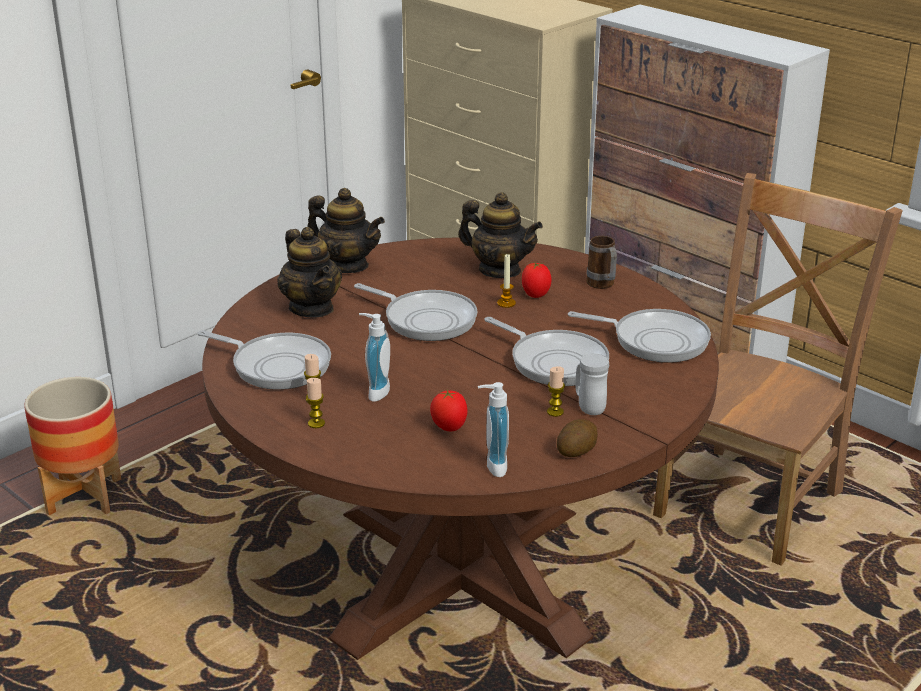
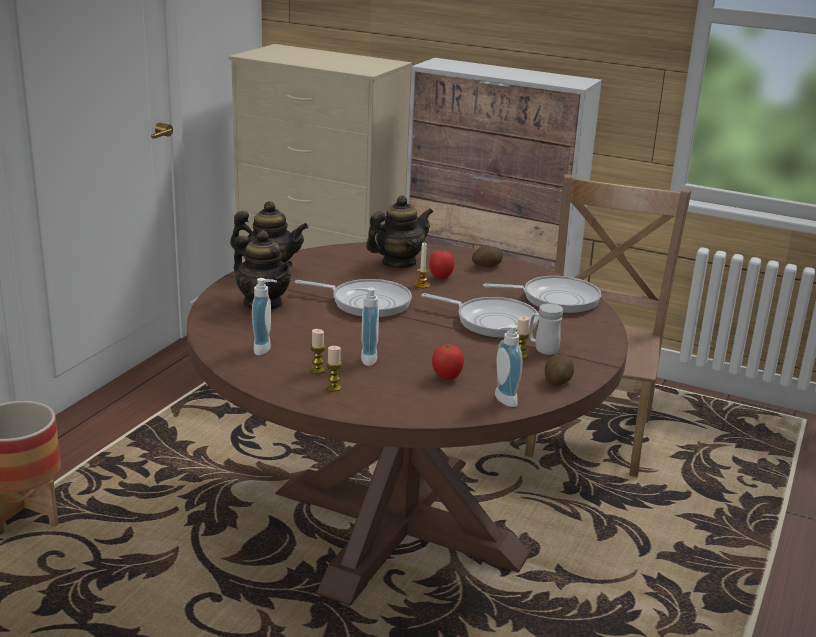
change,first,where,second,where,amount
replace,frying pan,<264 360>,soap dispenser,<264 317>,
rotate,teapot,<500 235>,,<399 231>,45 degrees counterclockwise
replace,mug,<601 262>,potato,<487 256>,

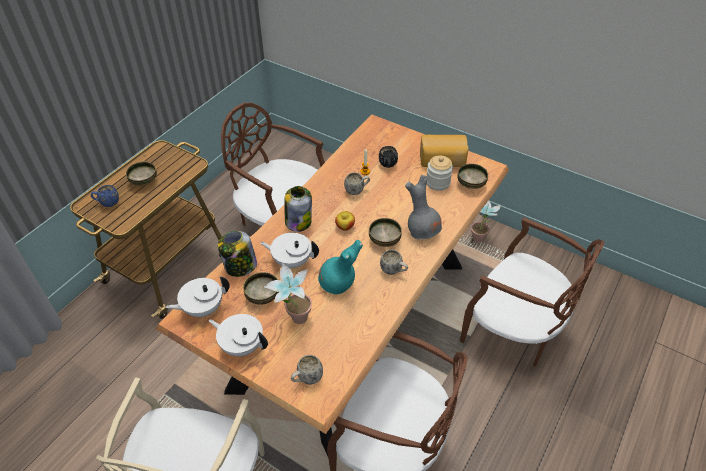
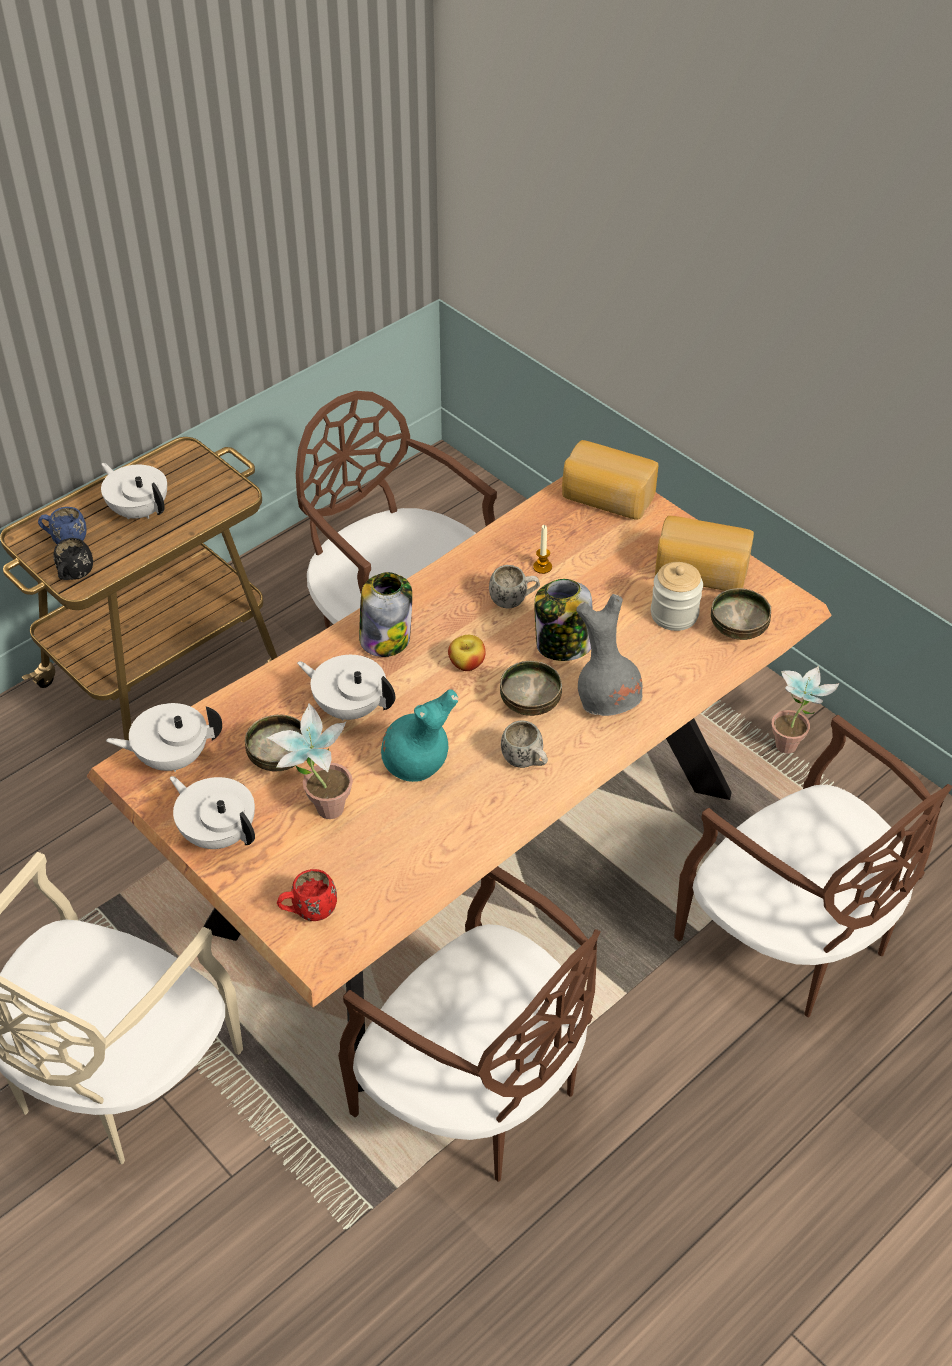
change,first,where,second,where,amount
replace,bowl,<141 173>,white teapot,<134 491>,
move,jar,<237 254>,,<563 620>,
recolor,white mug,<307 370>,red mug,<307 895>,
move,black mug,<388 157>,,<73 559>,
insert,,,bread,<610 480>,

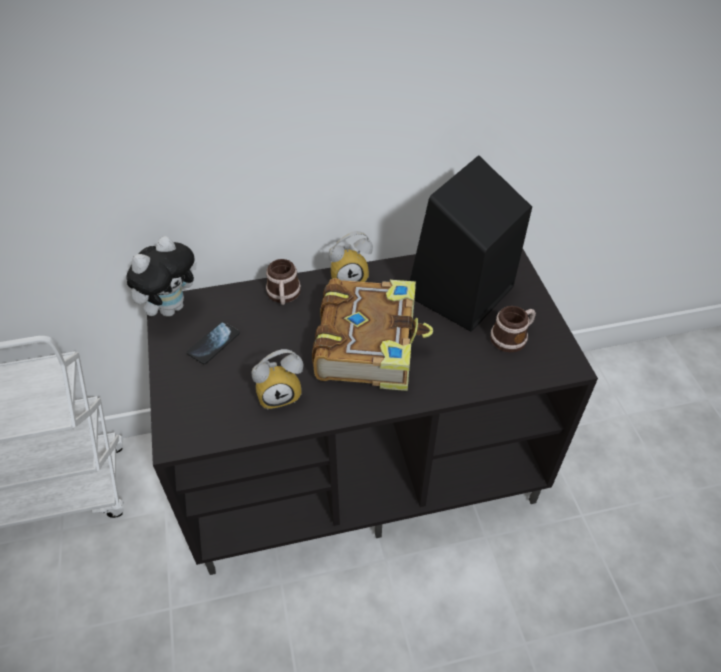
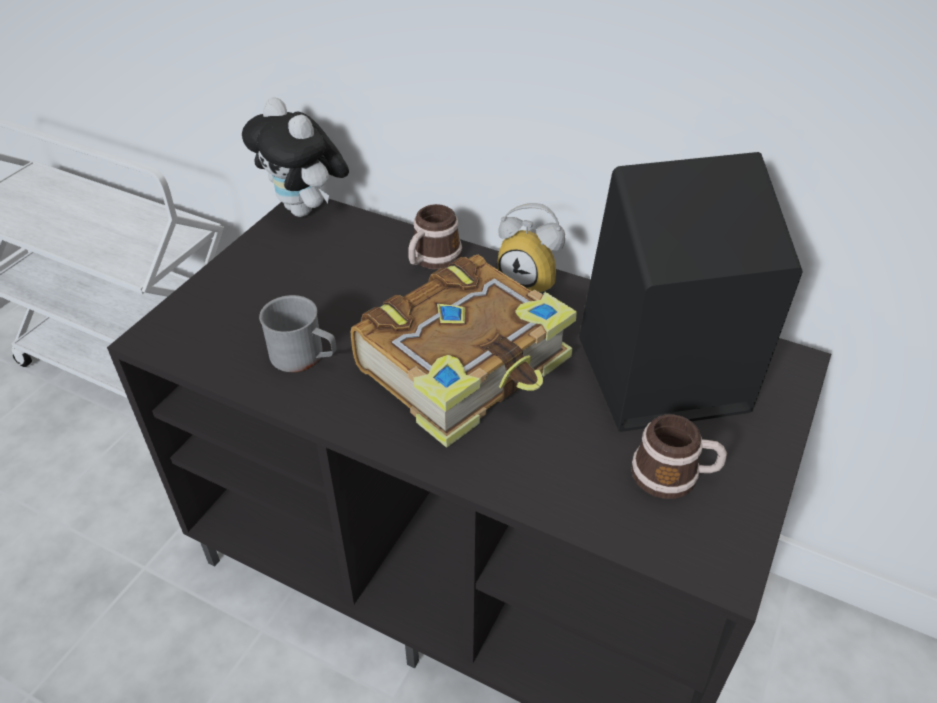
change,first,where,second,where,amount
rotate,plush toy,<161 276>,,<295 157>,60 degrees clockwise
delete,phone,<213 342>,,,
replace,alarm clock,<278 379>,grey mug,<298 333>,

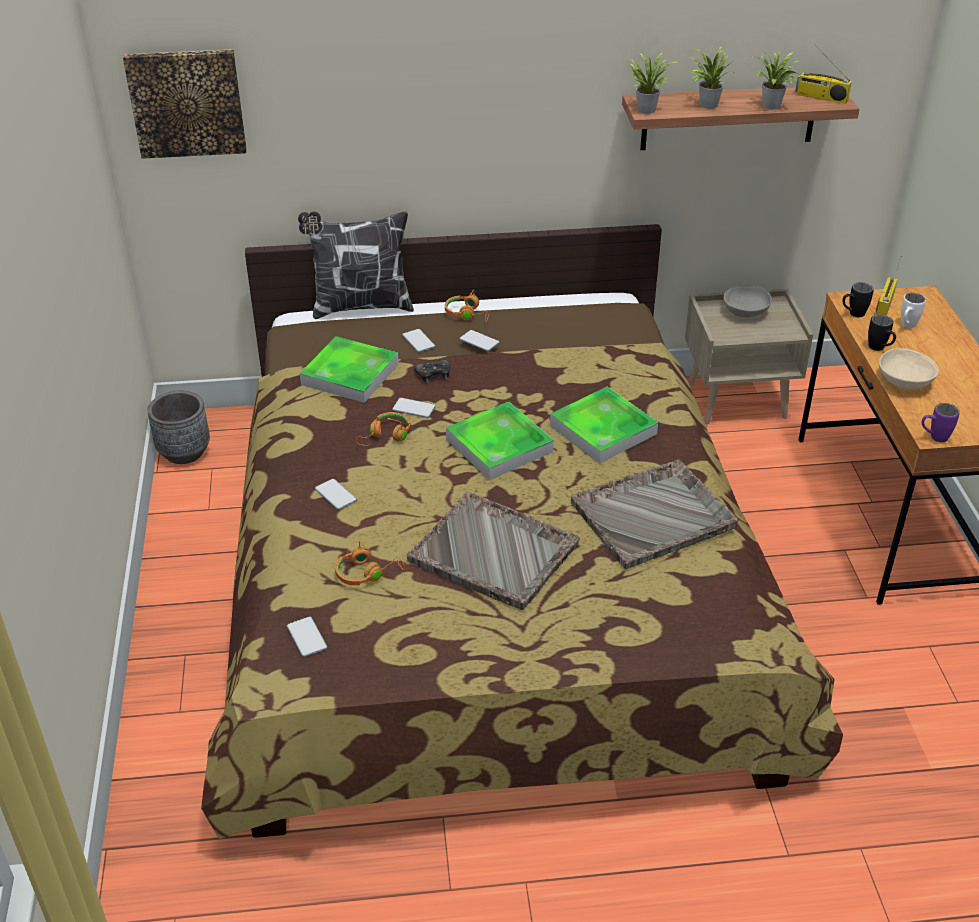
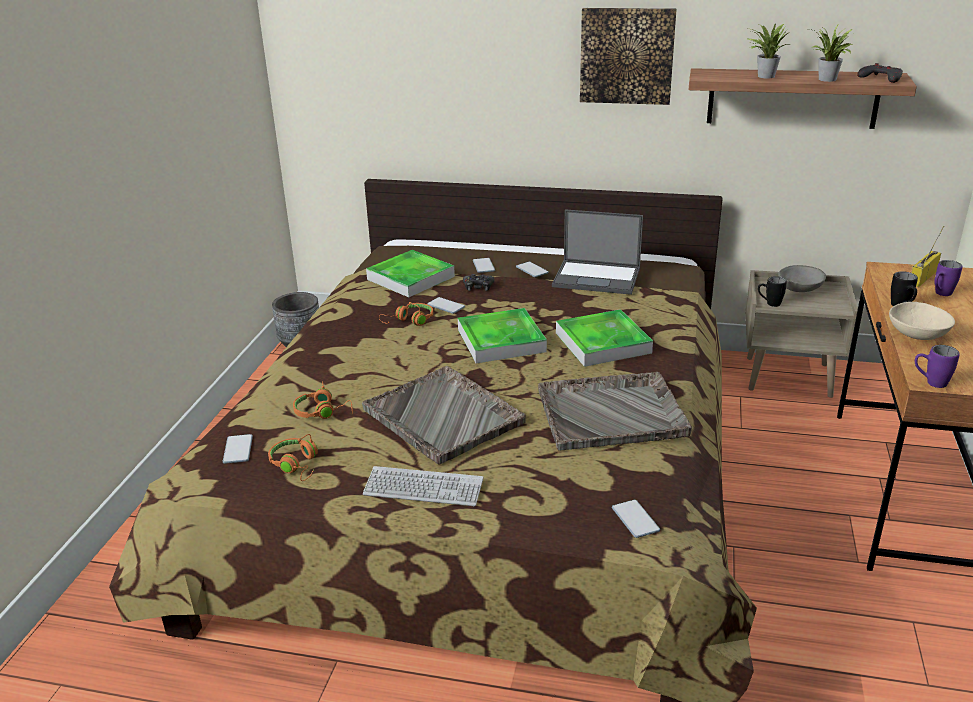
change,first,where,second,where,amount
move,picture,<185 104>,,<628 56>,
delete,pillow,<356 265>,,,
move,phone,<336 494>,,<636 519>,
move,orange headphones,<467 305>,,<293 457>,
delete,potted plant,<653 83>,,,
replace,radio,<823 74>,grey game controller,<880 73>,
move,black mug,<858 299>,,<772 291>,
recolor,white mug,<913 310>,purple mug,<948 278>,
insert,,,keyboard,<423 486>,
insert,,,laptop,<597 252>,

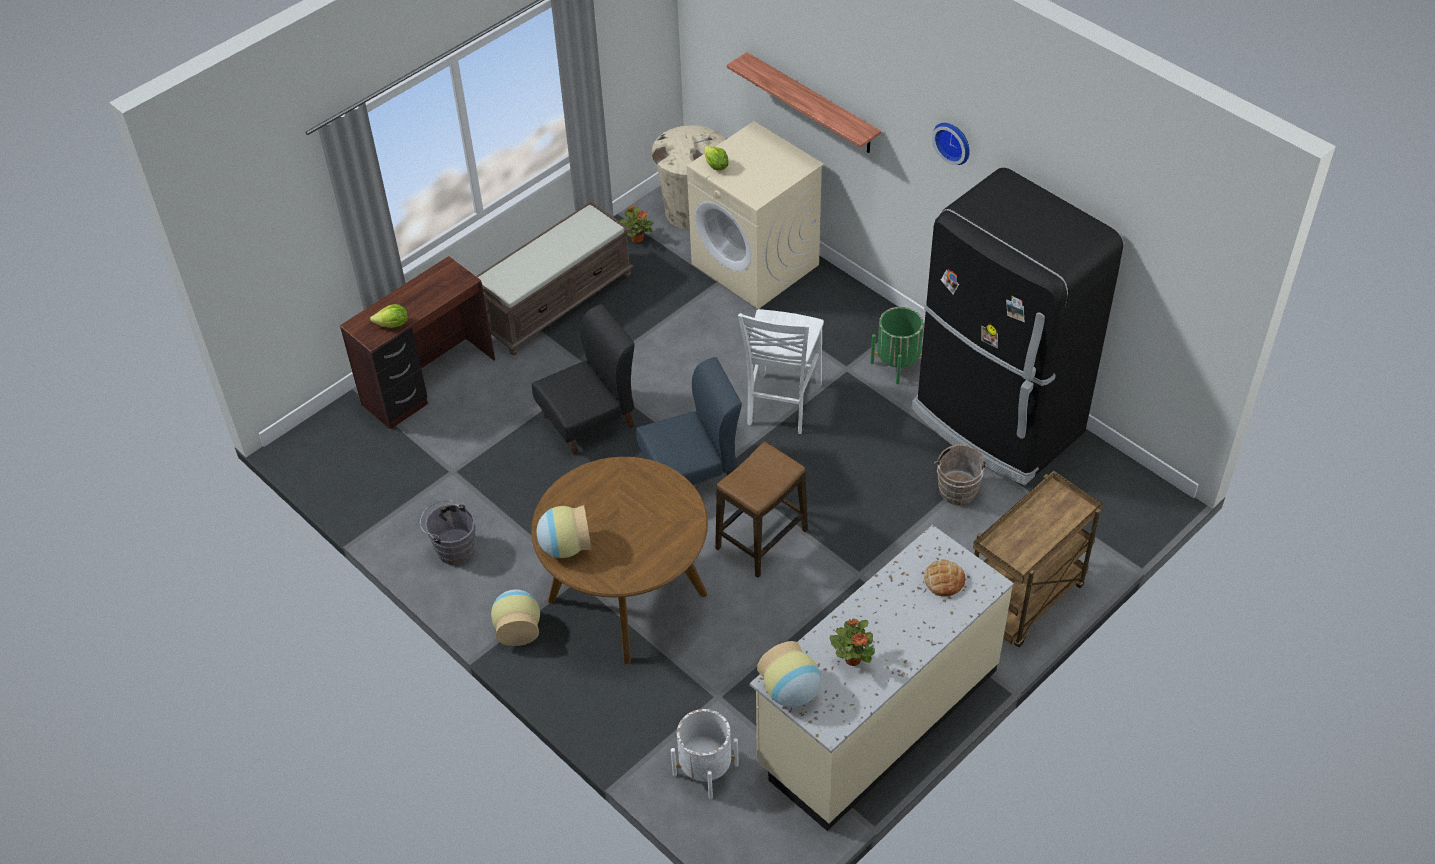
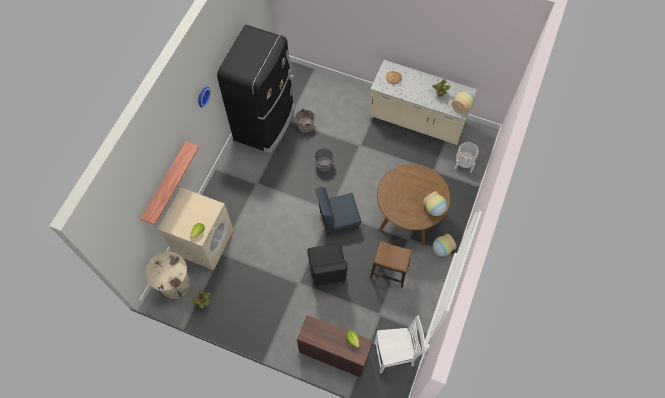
change,first,where,second,where,amount
move,grey bucket,<448 532>,,<323 160>,
delete,brown bench,<555 278>,,,
rotate,black chair,<583 379>,,<327 266>,135 degrees counterclockwise
rotate,blue chair,<689 421>,,<338 211>,60 degrees counterclockwise
move,stool,<761 510>,,<391 264>,
move,white chair,<781 371>,,<400 344>,
delete,green planter,<897 345>,,,
delete,brown cart,<1038 559>,,,

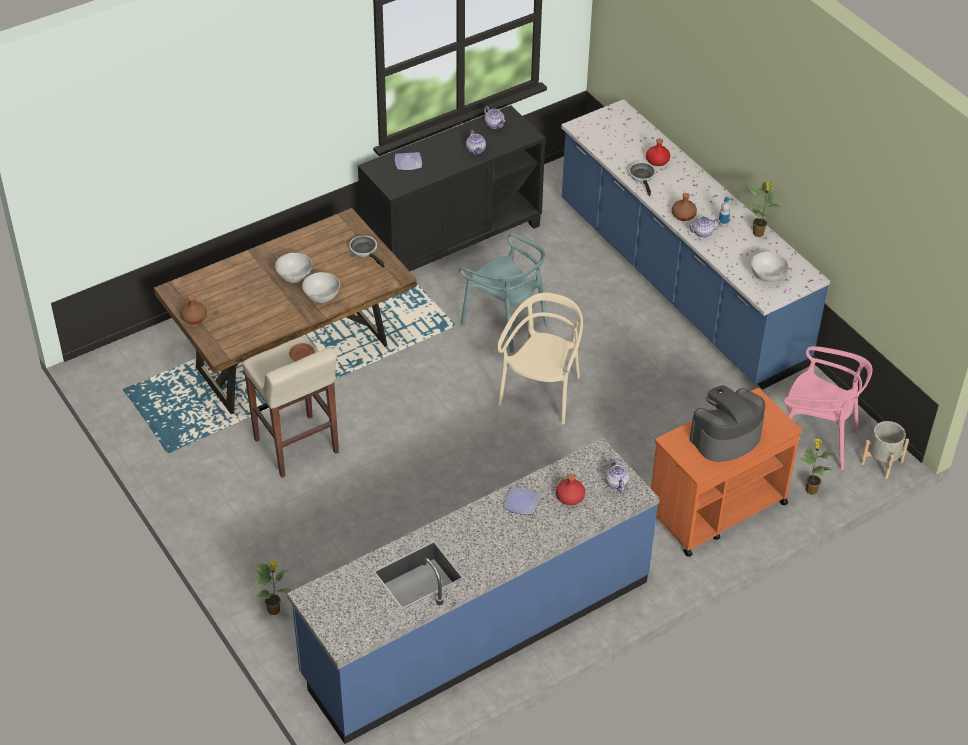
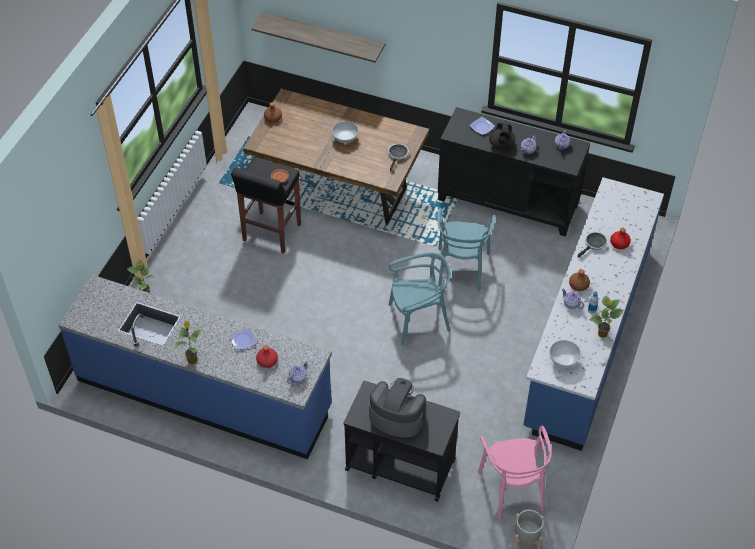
change,first,where,second,where,amount
recolor,beige stool,<290 407>,black stool,<266 205>,
delete,white bowl,<321 287>,,,
recolor,beige chair,<540 358>,turquoise chair,<419 299>,
recolor,orange cart,<726 472>,black cart,<402 441>,
move,potted plant,<818 467>,,<188 342>,
insert,,,shelf,<318 37>,
insert,,,black teapot,<502 136>,

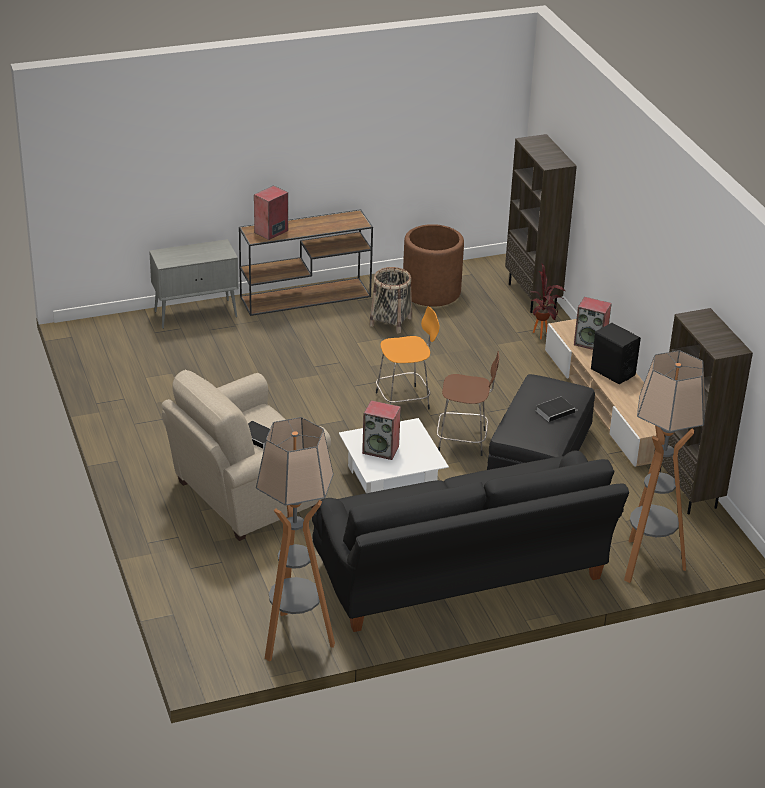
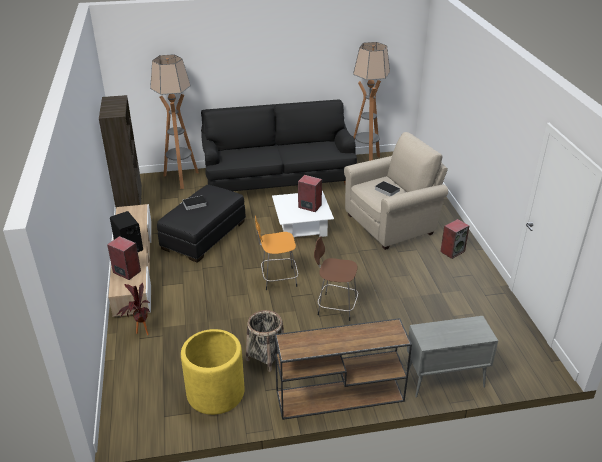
change,first,where,second,where,amount
move,speaker,<271 212>,,<454 239>,
recolor,brown planter,<433 265>,yellow planter,<213 372>,
move,brown stool,<468 403>,,<336 278>,
delete,brown bookcase,<541 223>,,,

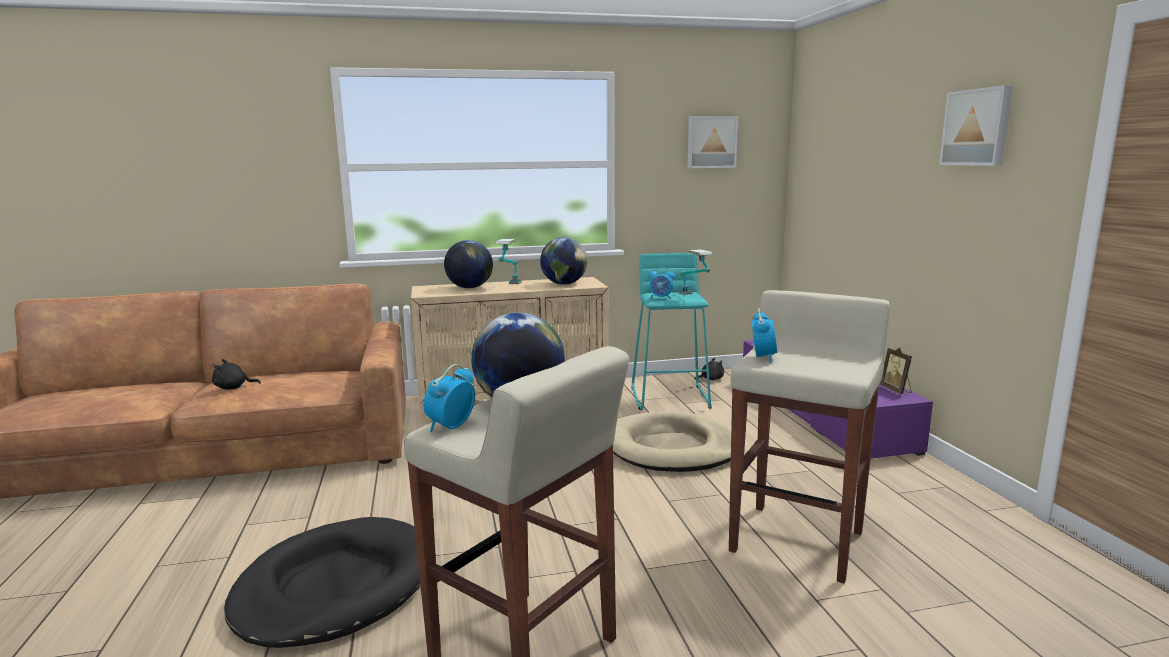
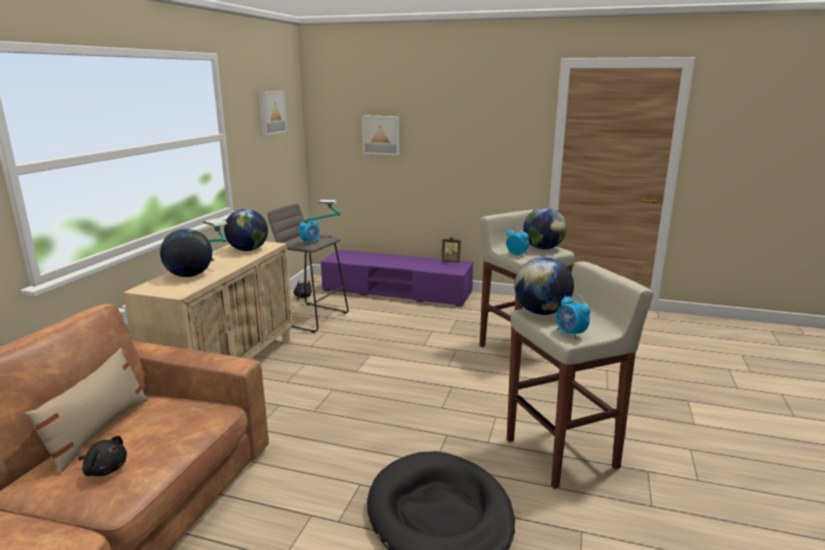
change,first,where,second,where,amount
rotate,black plush toy,<236 374>,,<103 456>,90 degrees counterclockwise
delete,beige dog bed,<672 441>,,,
recolor,turquoise stool,<671 331>,grey stool,<308 268>,
move,picture,<976 125>,,<381 135>,
insert,,,beige pillow,<87 411>,
insert,,,globe,<545 228>,

